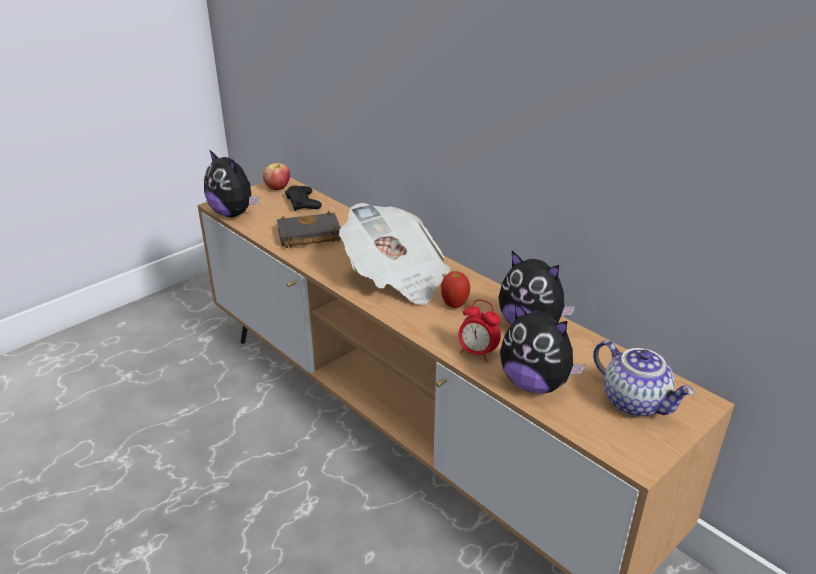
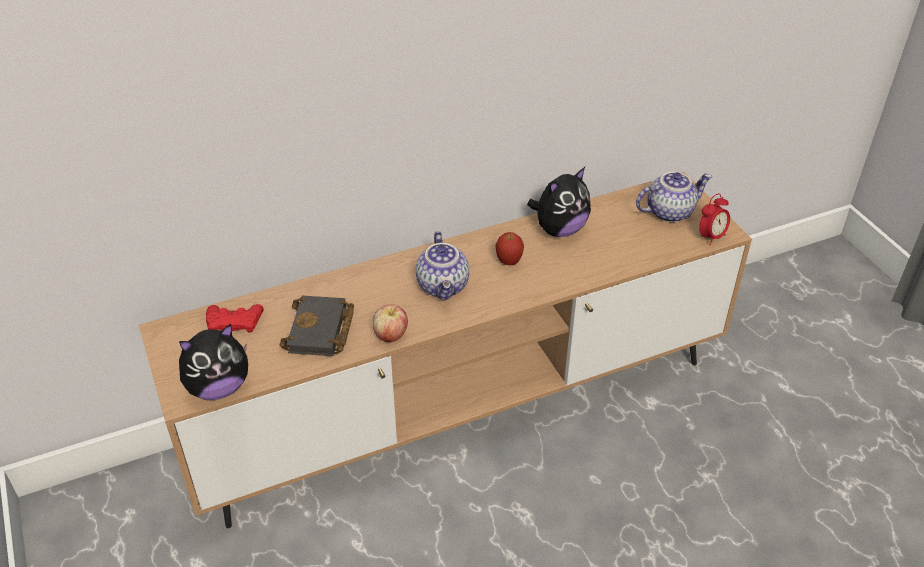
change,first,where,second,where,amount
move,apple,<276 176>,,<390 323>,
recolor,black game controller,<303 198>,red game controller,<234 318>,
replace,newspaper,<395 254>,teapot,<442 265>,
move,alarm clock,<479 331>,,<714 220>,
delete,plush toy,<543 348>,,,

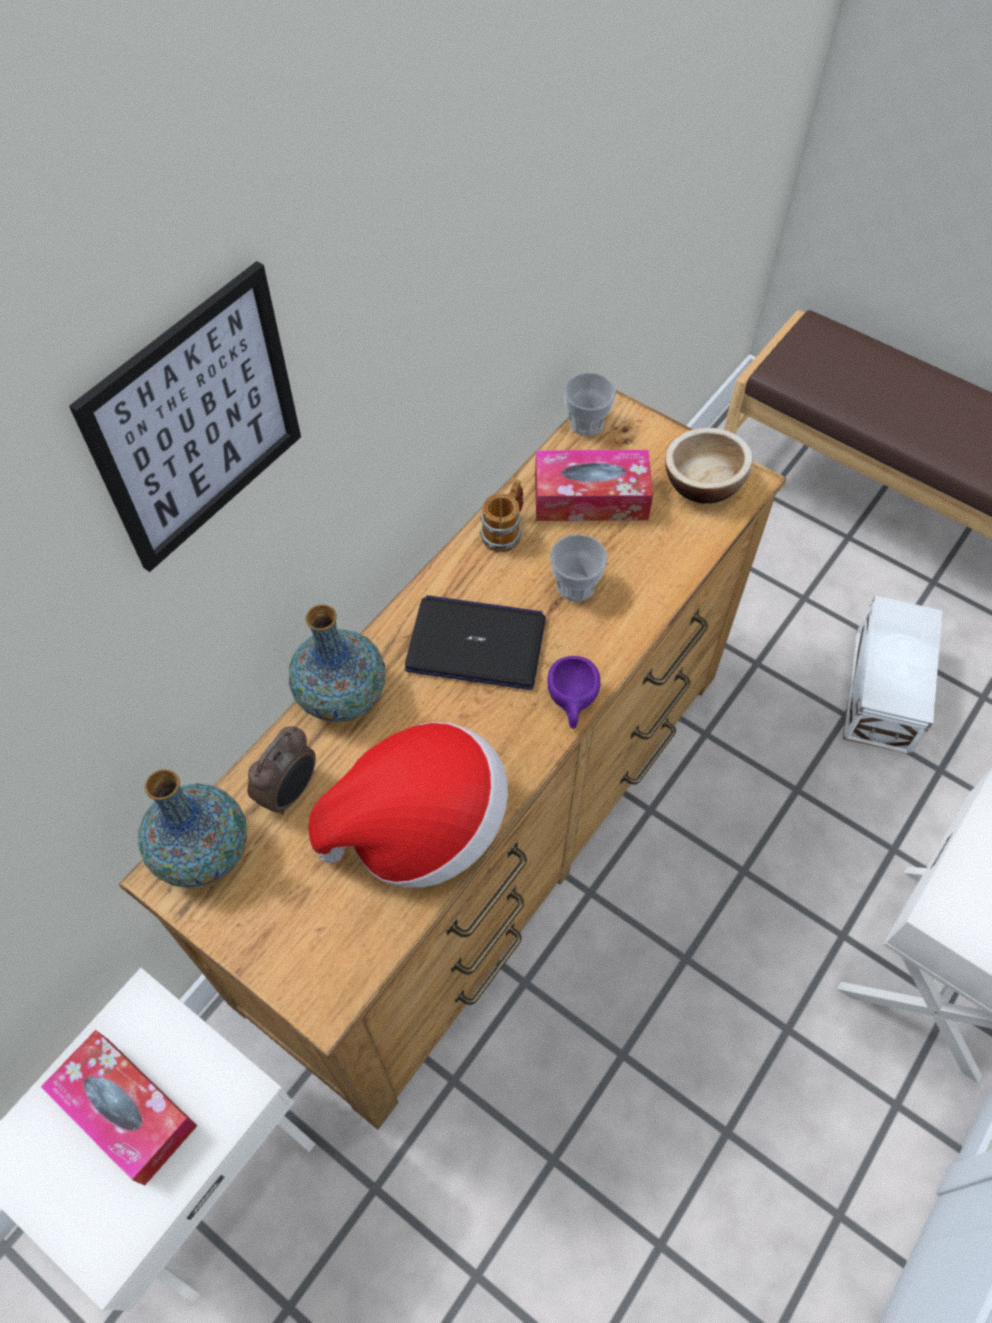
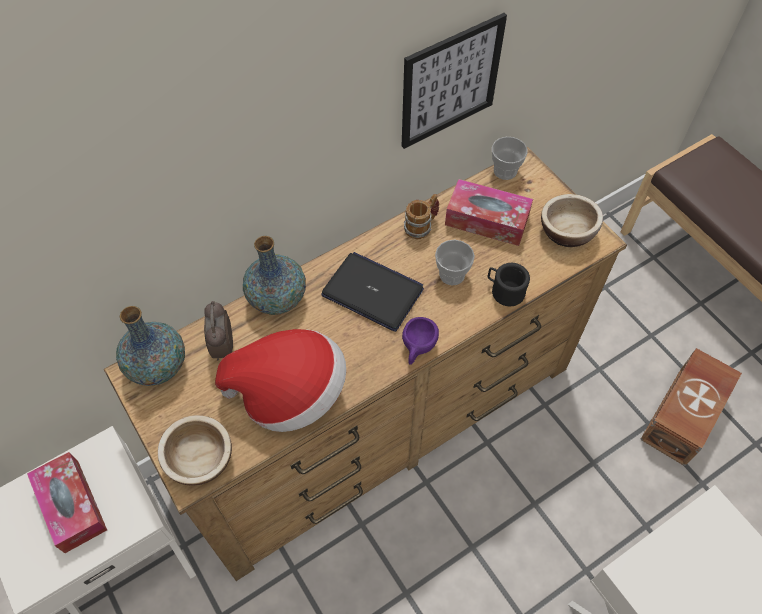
change,first,where,second,where,amount
move,picture,<185 416>,,<454 81>,
rotate,alarm clock,<281 770>,,<218 330>,120 degrees clockwise
recolor,white storage box,<892 675>,brown storage box,<691 407>,
insert,,,bowl,<195 450>,
insert,,,black mug,<508 284>,

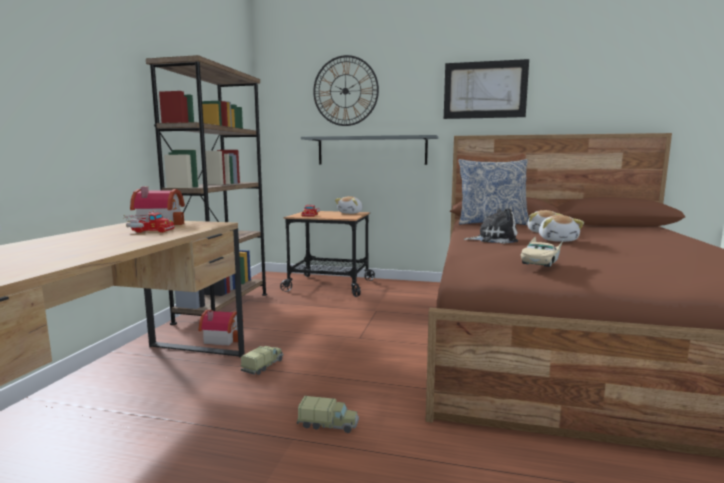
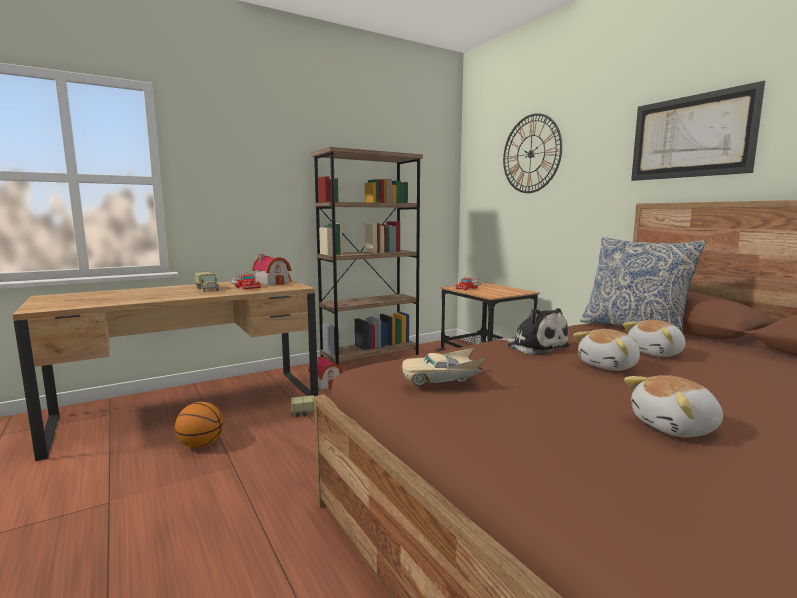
change,first,where,second,where,amount
move,toy truck,<328 414>,,<207 282>,
delete,grey shelf,<369 150>,,,
move,plush toy,<349 205>,,<673 406>,
insert,,,basketball,<199 425>,

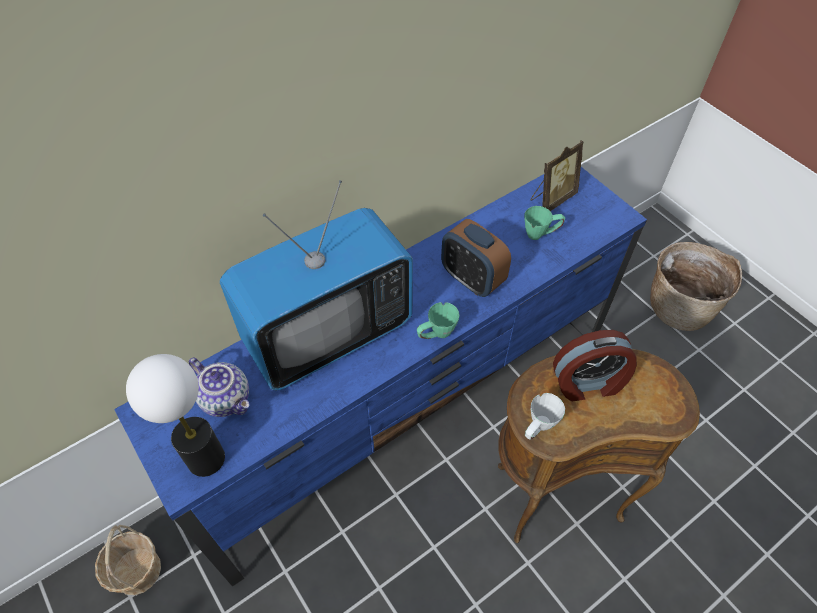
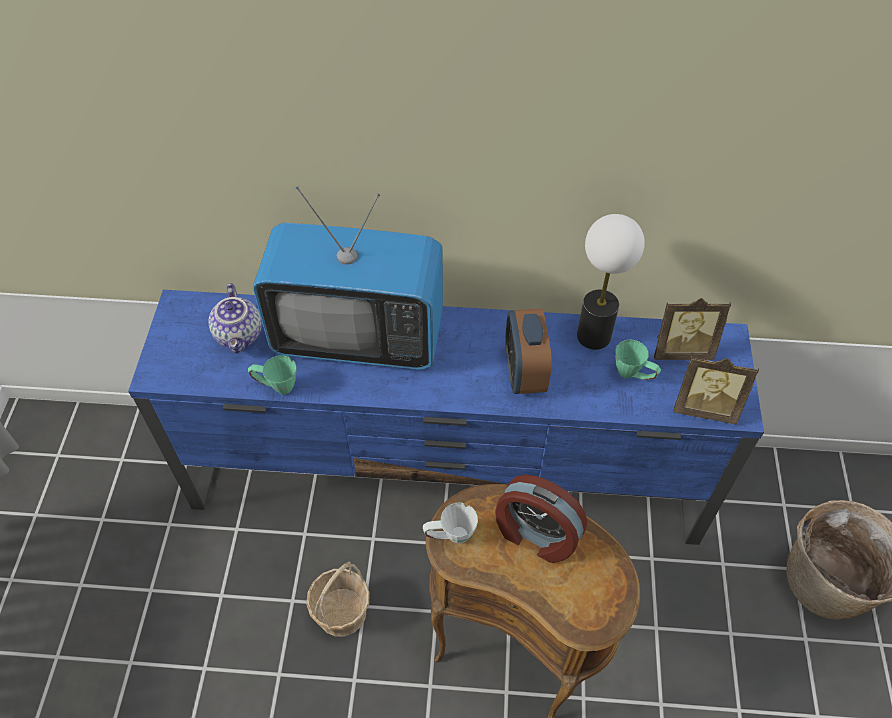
change,first,where,second,where,amount
move,basket,<128 560>,,<338 599>,
move,table lamp,<175 415>,,<611 282>,
move,green mug,<438 320>,,<272 374>,
insert,,,picture frame,<716 390>,

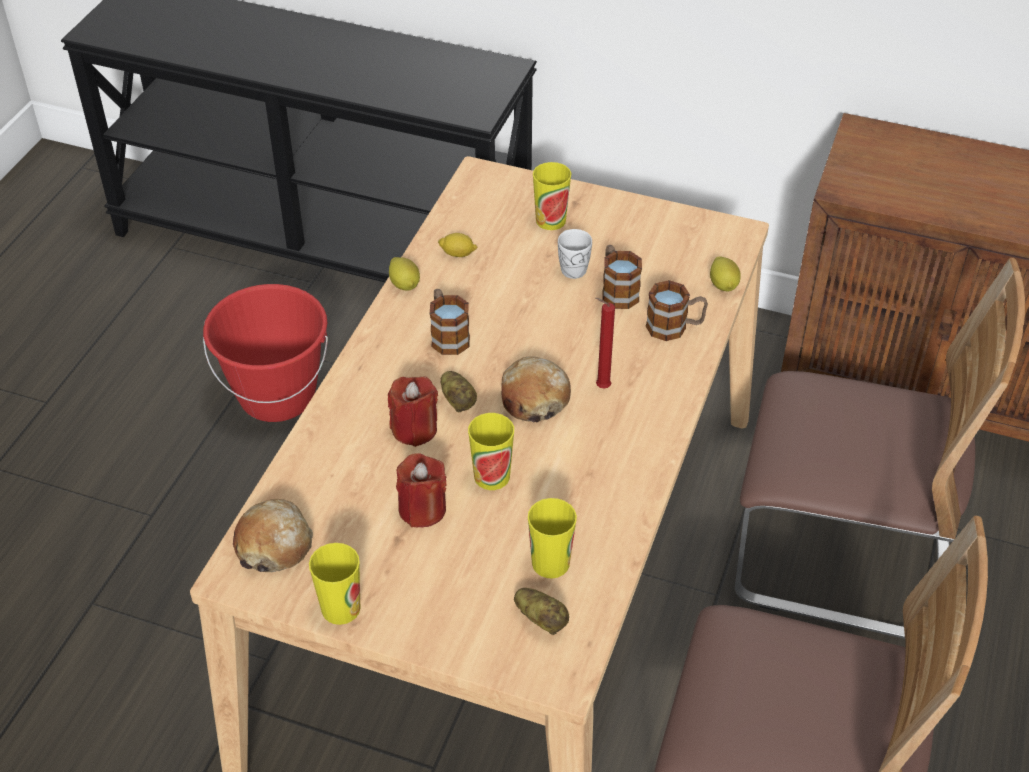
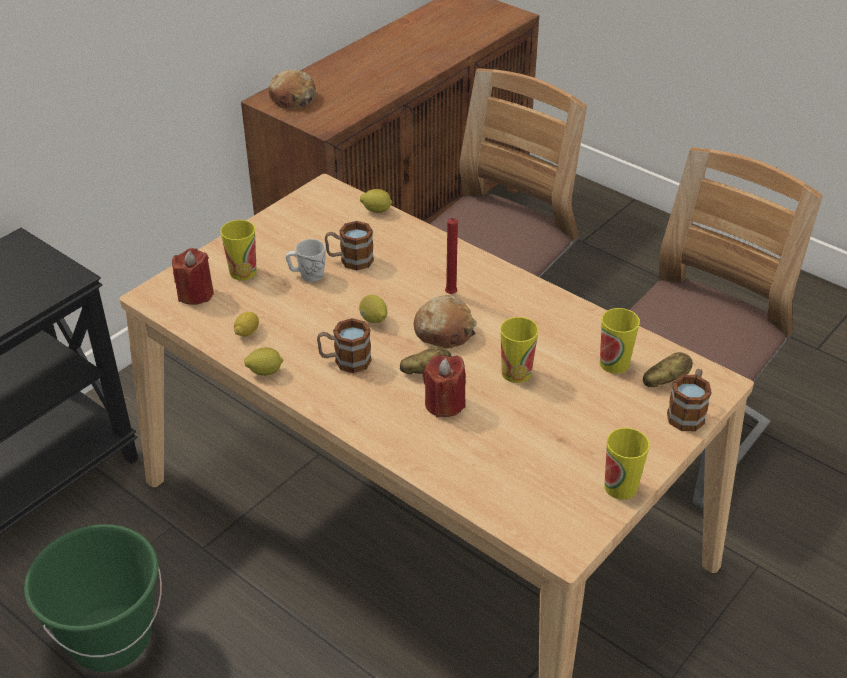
change,first,where,second,where,amount
recolor,red bucket,<265 353>,green bucket,<93 598>,
move,bread,<273 535>,,<292 89>,
move,red candle,<421 490>,,<193 276>,
move,mug,<677 310>,,<689 400>,
insert,,,lemon,<373 309>,

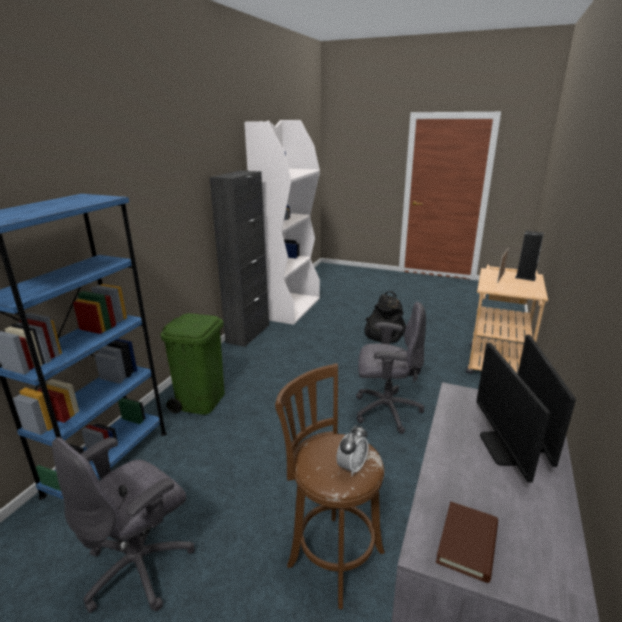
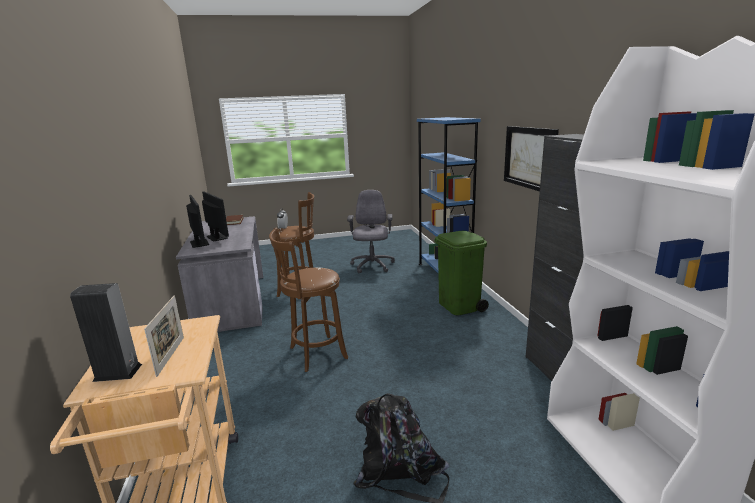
change,first,where,second,where,amount
replace,grey office chair,<391 368>,brown stool,<308 300>,
insert,,,picture,<531 159>,

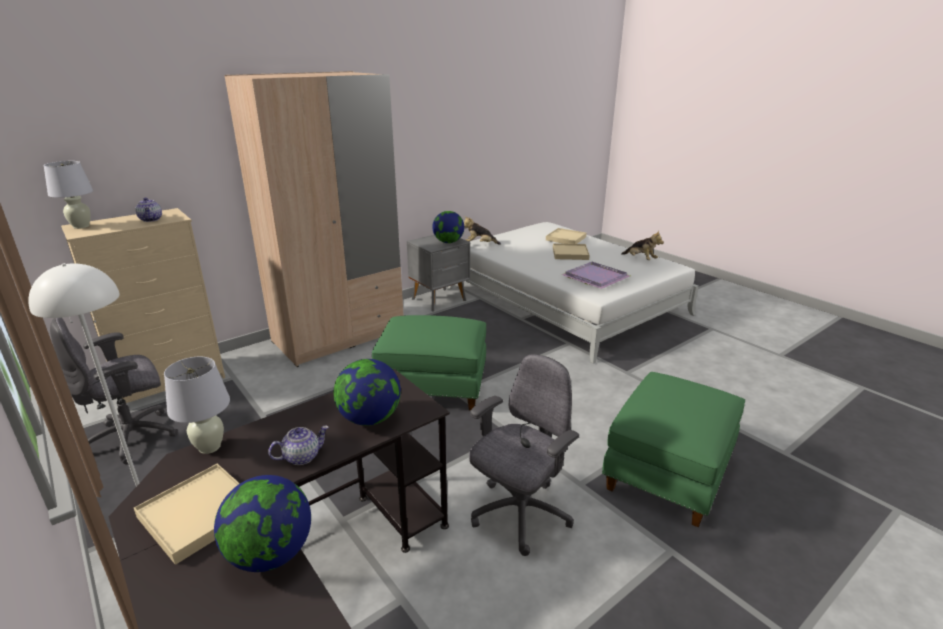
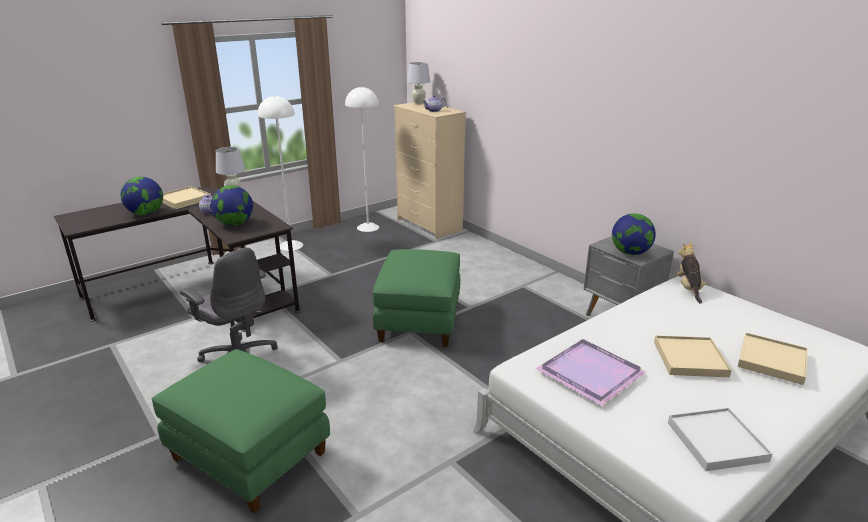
change,first,where,second,where,amount
replace,grey office chair,<114 391>,white floor lamp,<362 159>,
delete,beige wardrobe,<314 219>,,,
replace,plush toy,<642 245>,white tray,<720 439>,

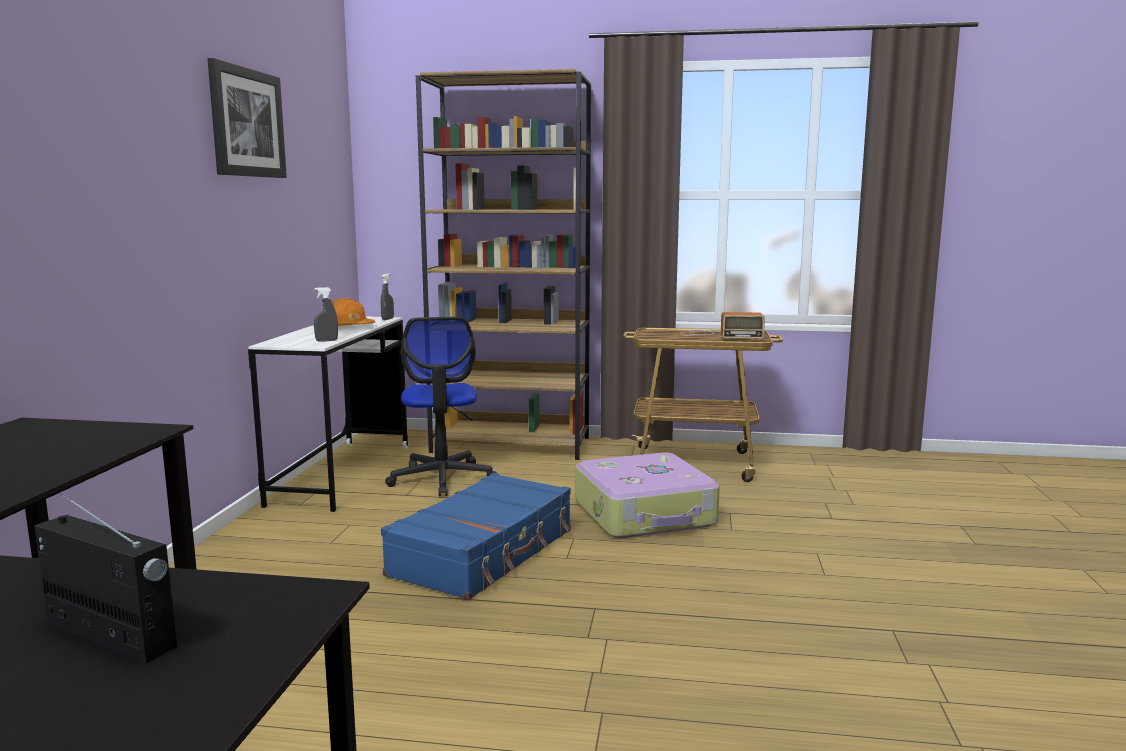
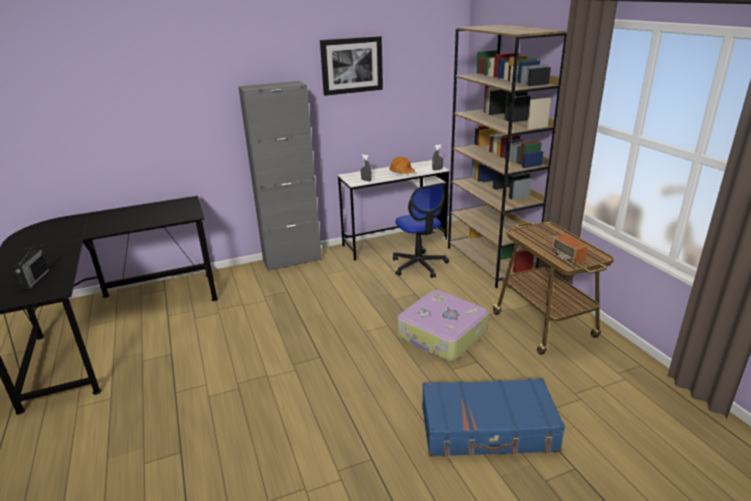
change,first,where,second,where,amount
move,blue suitcase,<476 536>,,<493 417>,
rotate,office chair,<441 406>,,<421 230>,75 degrees counterclockwise
insert,,,grey cabinet,<280 176>,

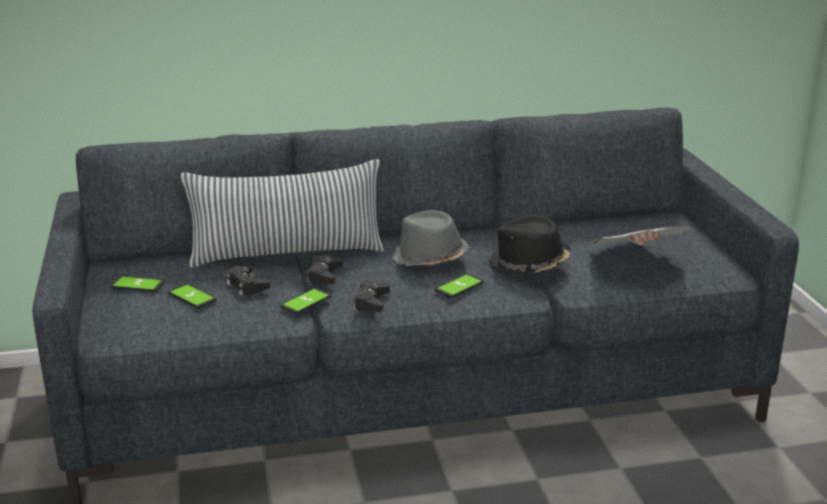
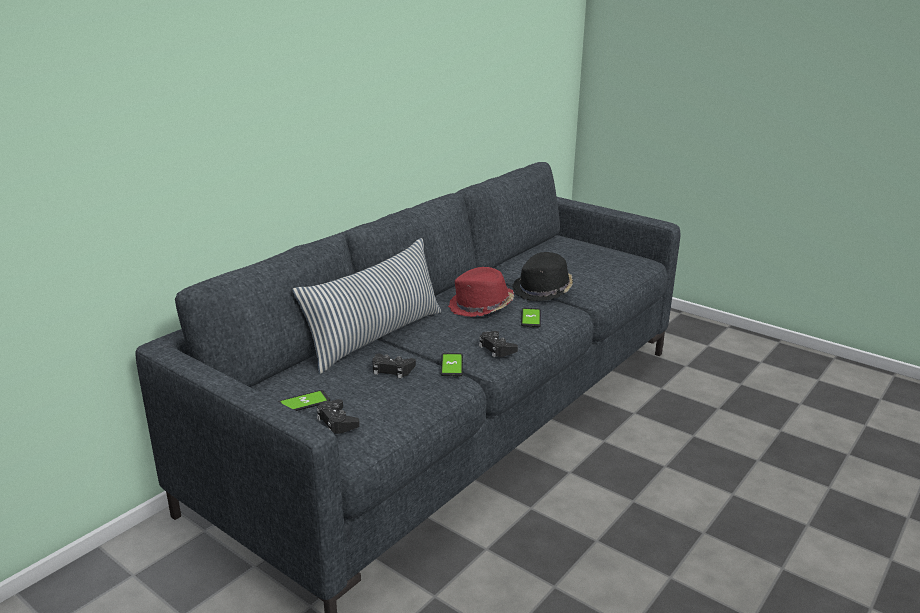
change,first,where,second,where,amount
delete,phone,<192 296>,,,
move,black game controller,<325 269>,,<338 416>,
recolor,grey hat,<430 238>,red hat,<481 292>,
delete,newspaper,<640 236>,,,

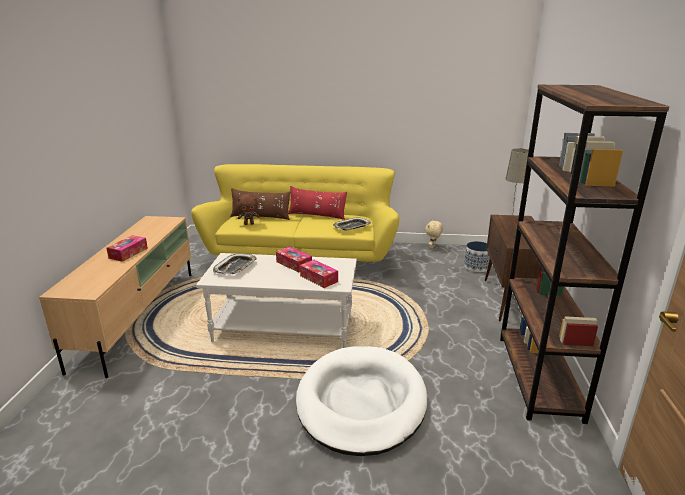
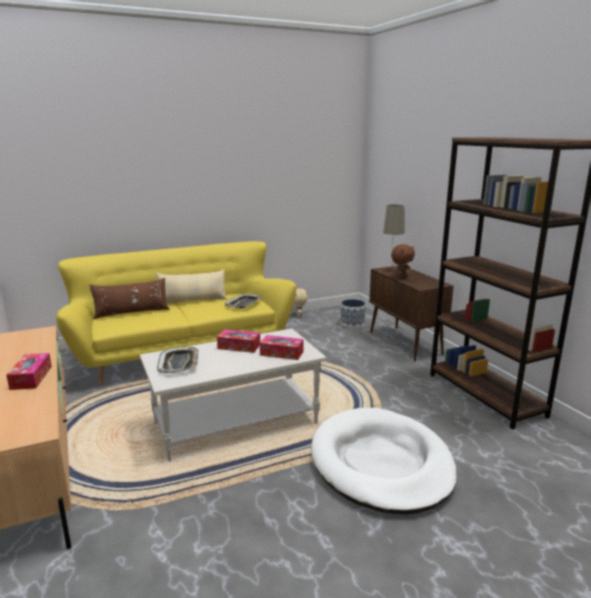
change,first,where,second,where,amount
move,brown plush toy,<248 209>,,<403 261>,
recolor,red pillow,<317 203>,beige pillow,<191 286>,

